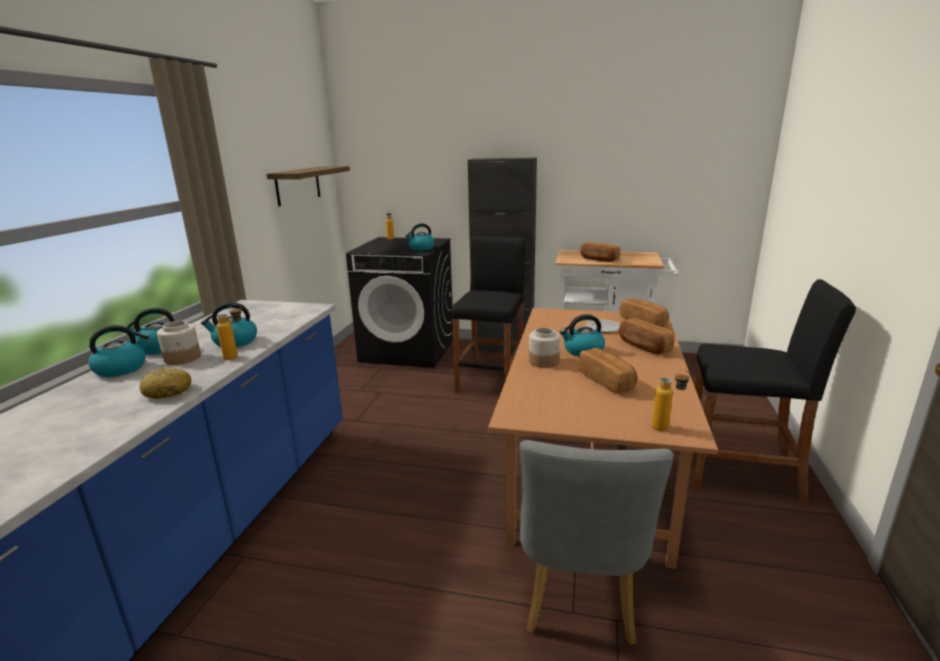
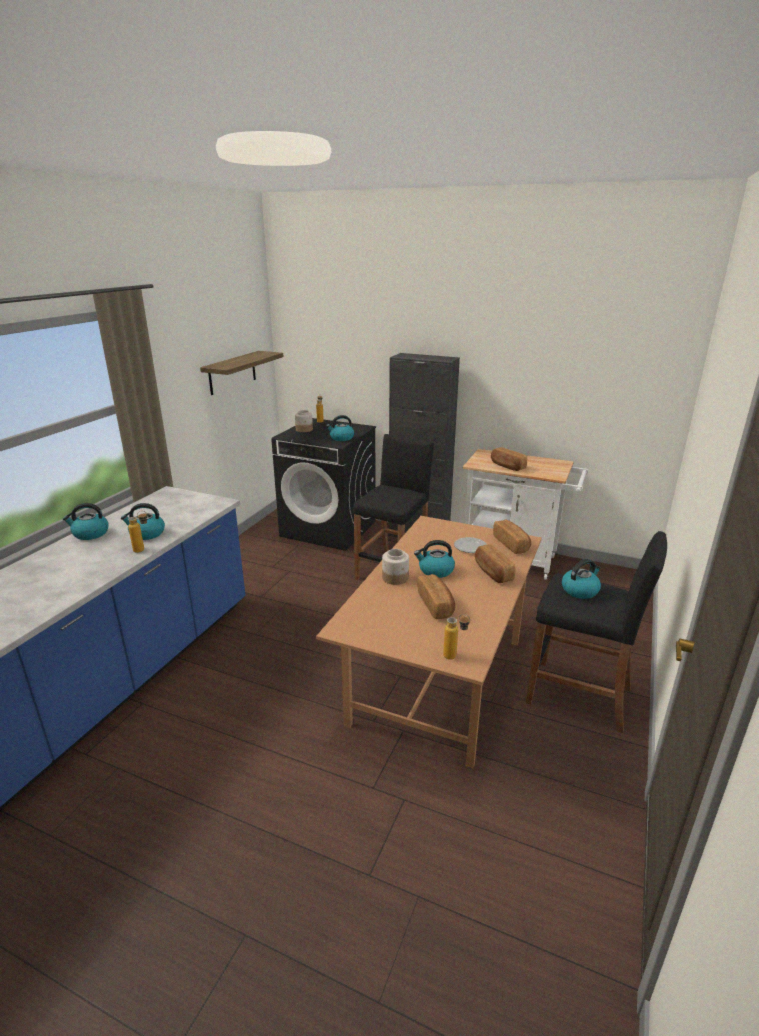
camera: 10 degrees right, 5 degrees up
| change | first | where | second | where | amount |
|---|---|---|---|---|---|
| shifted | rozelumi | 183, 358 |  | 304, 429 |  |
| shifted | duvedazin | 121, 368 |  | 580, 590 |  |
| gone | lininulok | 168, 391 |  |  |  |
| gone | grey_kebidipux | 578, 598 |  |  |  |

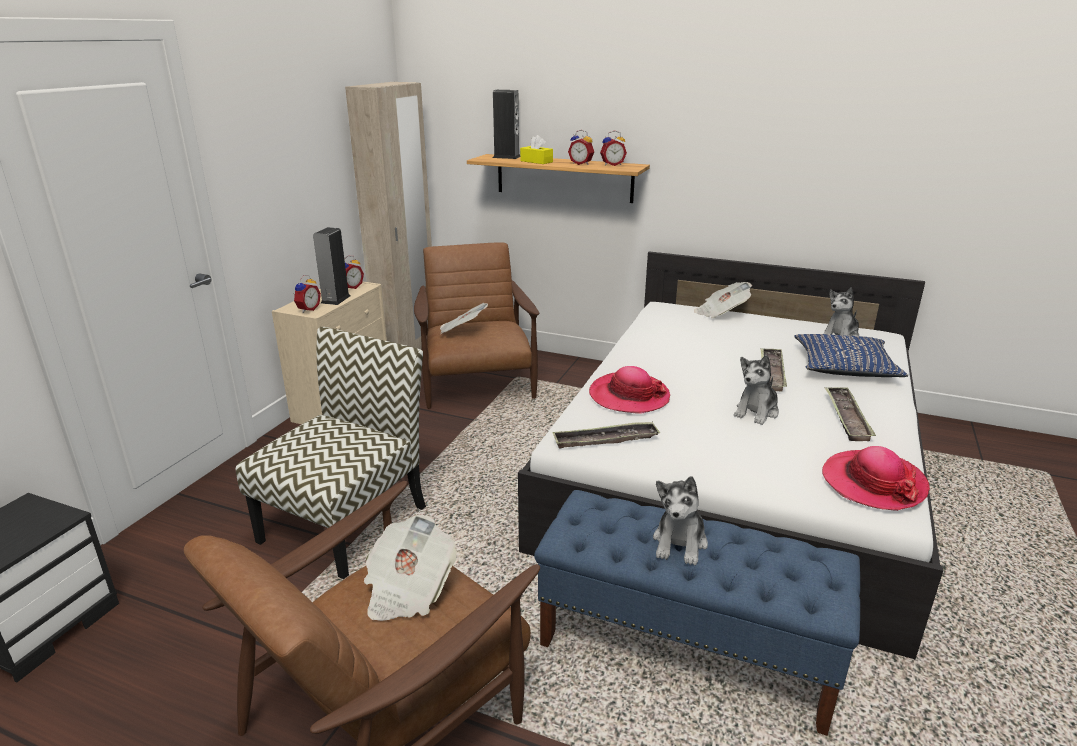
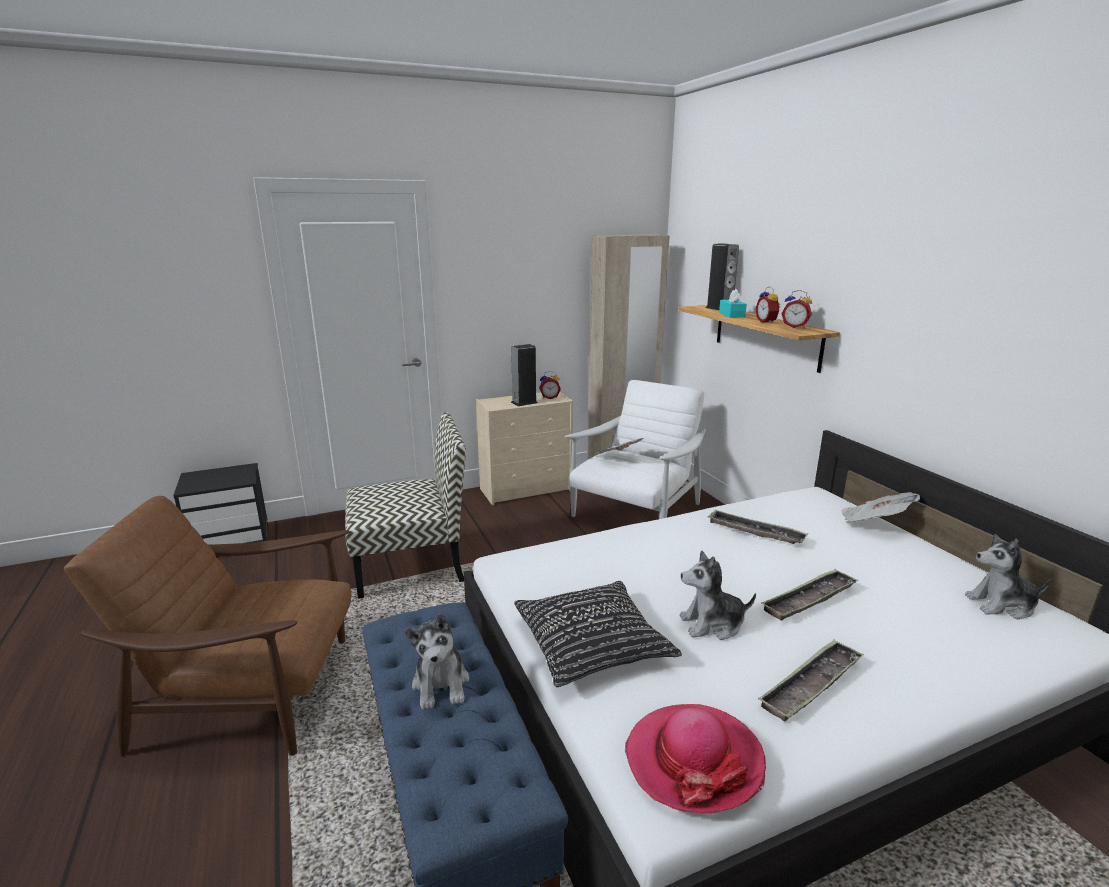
camera: 45 degrees right, 5 degrees down
| change | first | where | second | where | amount |
|---|---|---|---|---|---|
| rotated | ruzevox | 680, 543 |  | 441, 684 | 75 degrees counterclockwise |
| new |  |  | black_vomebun | 592, 643 |  |
| repainted | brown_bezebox | 477, 382 | white_bezebox | 636, 512 |  |
| shifted | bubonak | 605, 440 |  | 755, 532 |  |
| repainted | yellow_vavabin | 536, 161 | turquoise_vavabin | 731, 315 |  |
| gone | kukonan | 307, 309 |  |  |  |
| gone | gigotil | 408, 589 |  |  |  |
| gone | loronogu | 629, 396 |  |  |  |
| gone | blue_vomebun | 844, 366 |  |  |  |

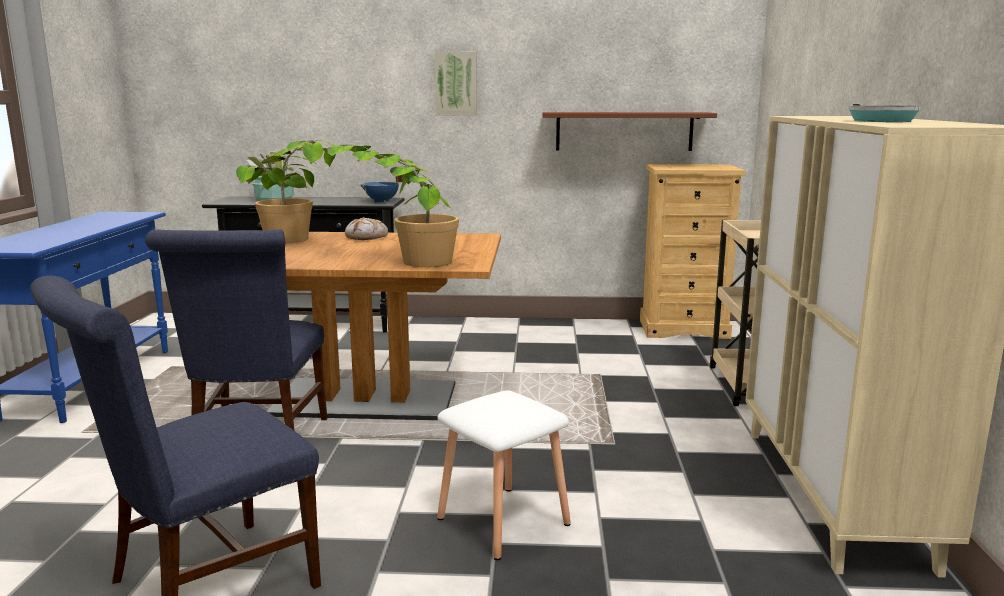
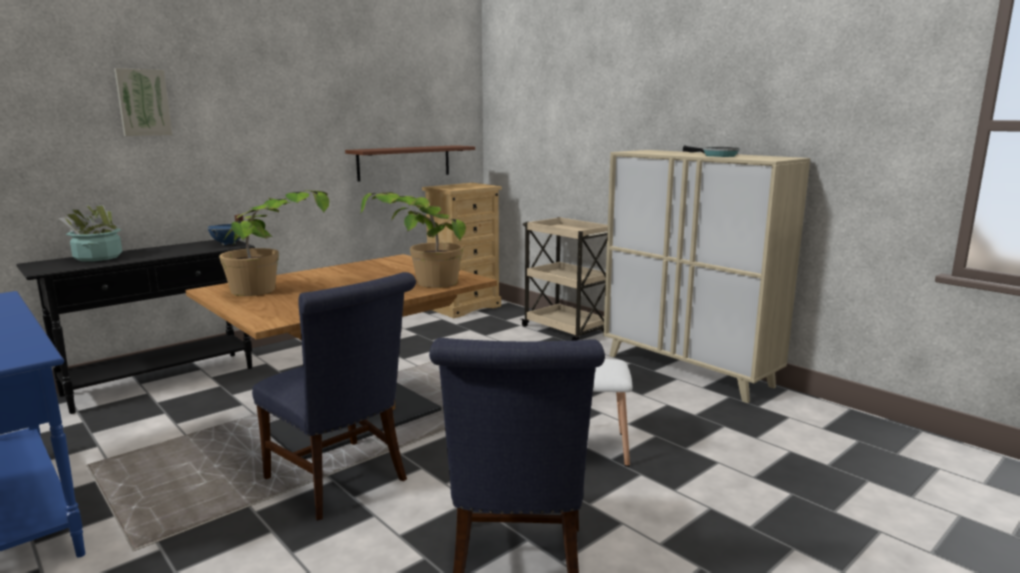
camera: 45 degrees left, 0 degrees up
| change | first | where | second | where | amount |
|---|---|---|---|---|---|
| shifted | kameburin | 456, 83 |  | 143, 102 |  |
| gone | lininulok | 367, 237 |  |  |  |

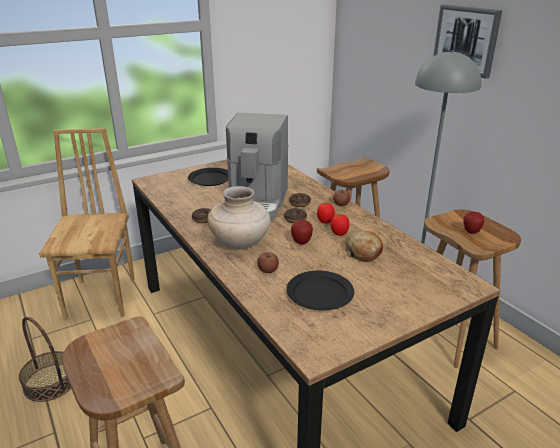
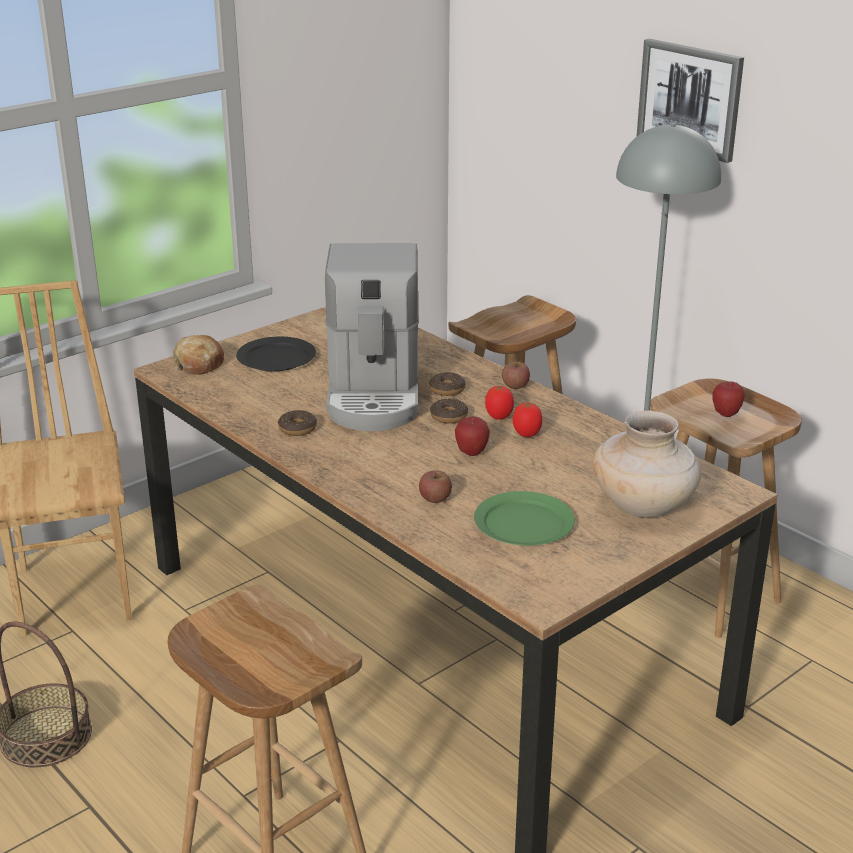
camera: 10 degrees left, 0 degrees up
| change | first | where | second | where | amount |
|---|---|---|---|---|---|
| shifted | lininulok | 363, 252 |  | 199, 364 |  |
| repainted | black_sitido | 319, 293 | green_sitido | 523, 523 |  |
| shifted | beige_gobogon | 240, 243 |  | 643, 507 |  |

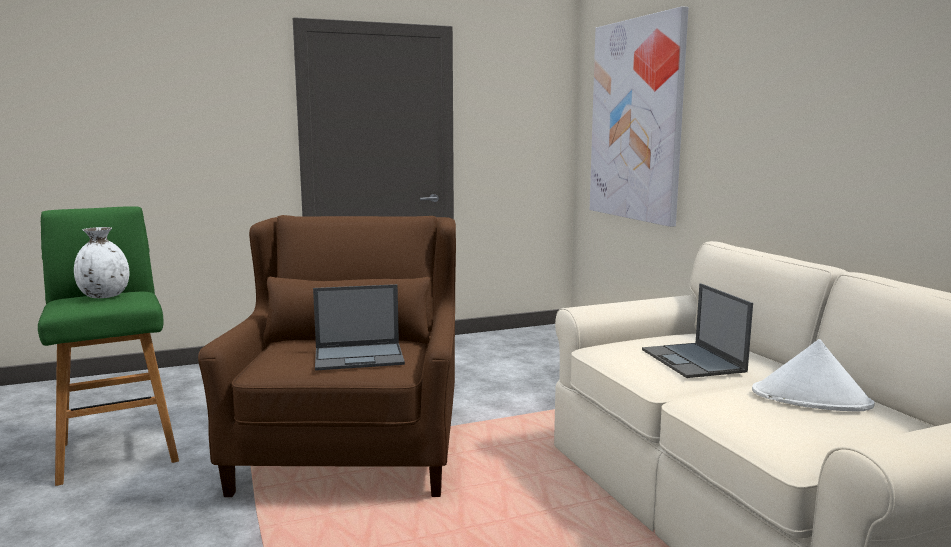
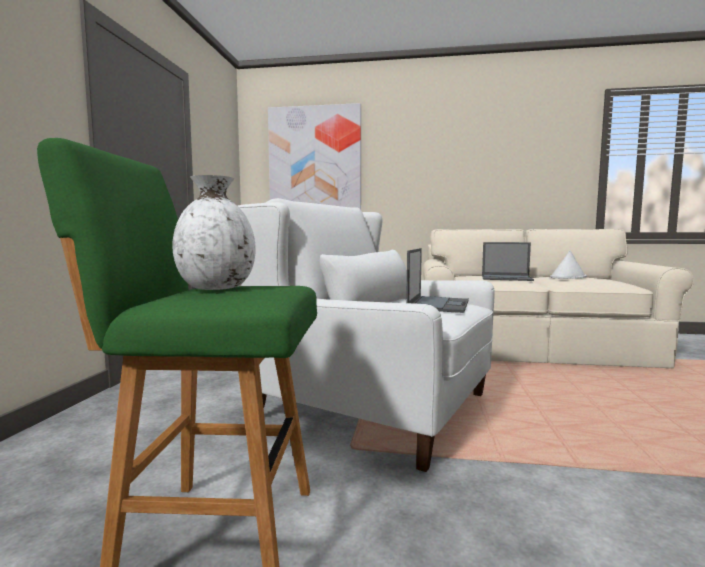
camera: 60 degrees left, 5 degrees down
| change | first | where | second | where | amount |
|---|---|---|---|---|---|
| repainted | brown_bezebox | 352, 448 | white_bezebox | 374, 406 |  |

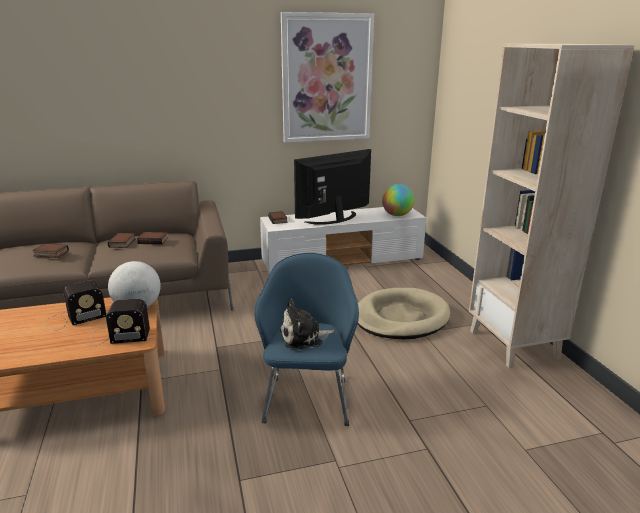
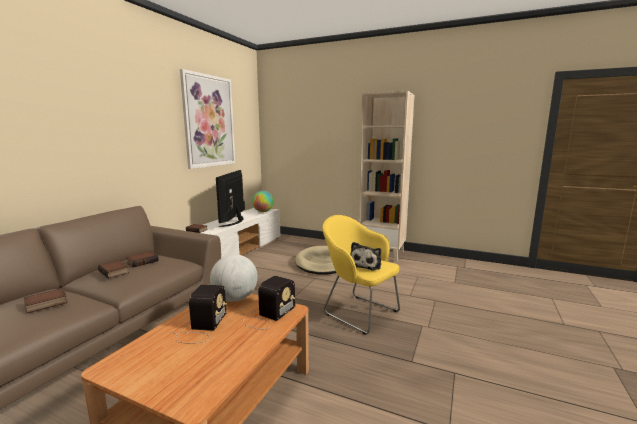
camera: 50 degrees left, 10 degrees down
| change | first | where | second | where | amount |
|---|---|---|---|---|---|
| repainted | blue_bezebox | 308, 396 | yellow_bezebox | 358, 312 |  |

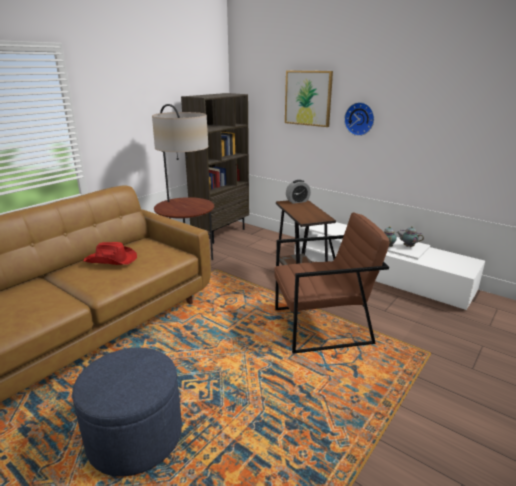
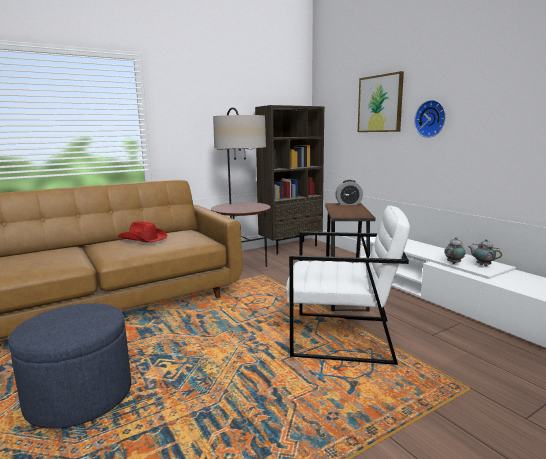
camera: 20 degrees right, 10 degrees down
| change | first | where | second | where | amount |
|---|---|---|---|---|---|
| repainted | brown_bezebox | 322, 326 | white_bezebox | 342, 337 |  |

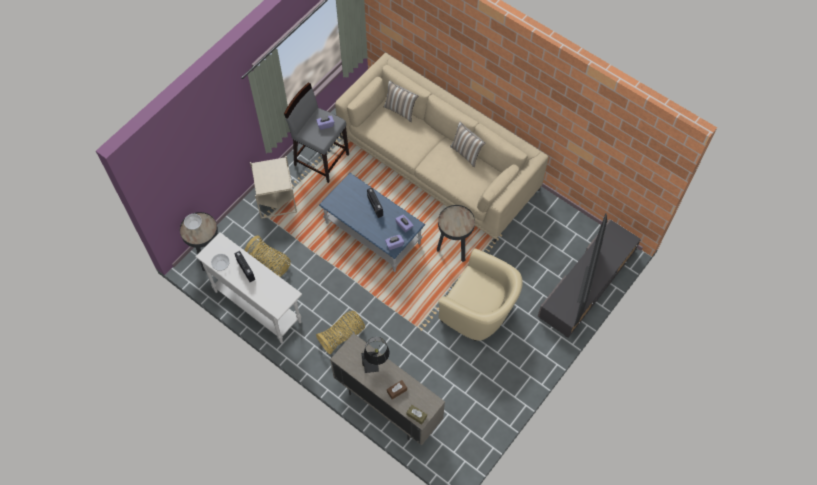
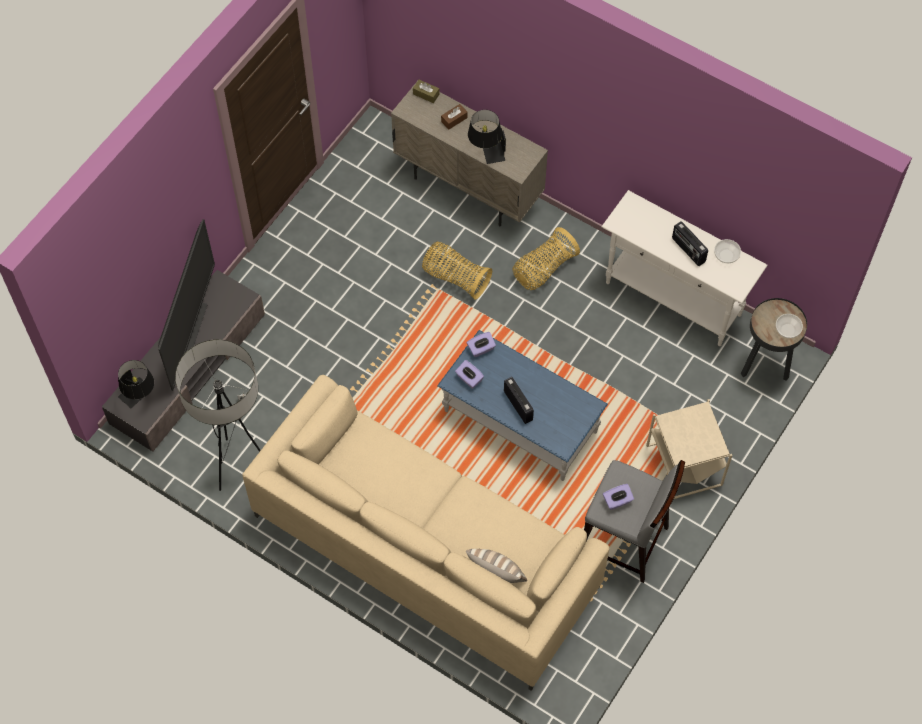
camera: 175 degrees right, 0 degrees up
| change | first | where | second | where | amount |
|---|---|---|---|---|---|
| new |  |  | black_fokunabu | 140, 396 |  |
| new |  |  | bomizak | 240, 464 |  |
| shifted | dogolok | 270, 262 |  | 455, 277 |  |
| gone | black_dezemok | 454, 249 |  |  |  |
| gone | beige_bezebox | 479, 312 |  |  |  |
| gone | vomebun | 466, 153 |  |  |  |

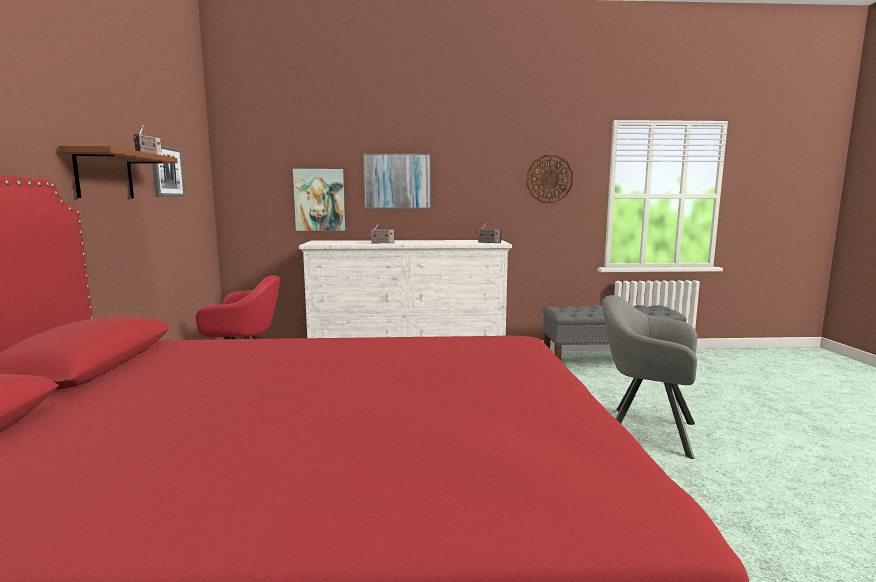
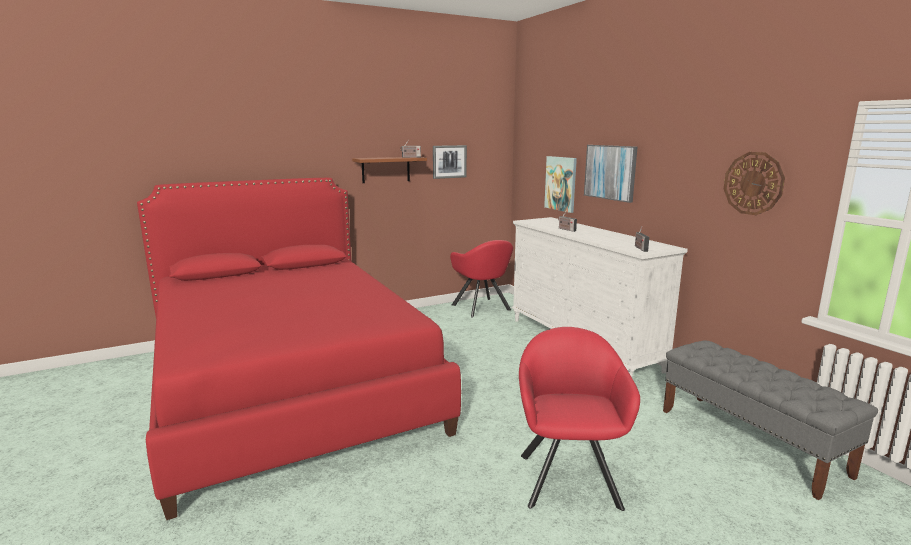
camera: 65 degrees right, 5 degrees up
| change | first | where | second | where | amount |
|---|---|---|---|---|---|
| repainted | grey_bezebox | 644, 429 | red_bezebox | 568, 476 |  |

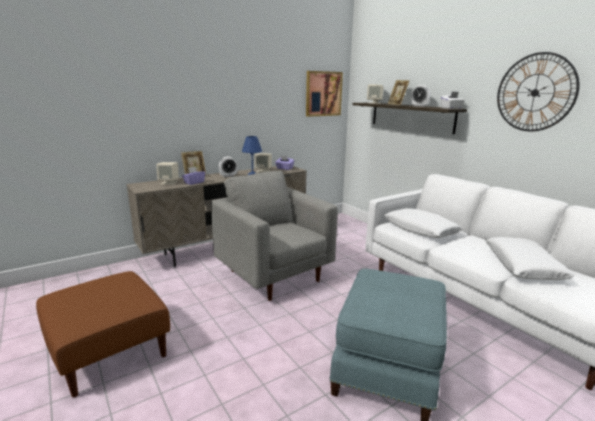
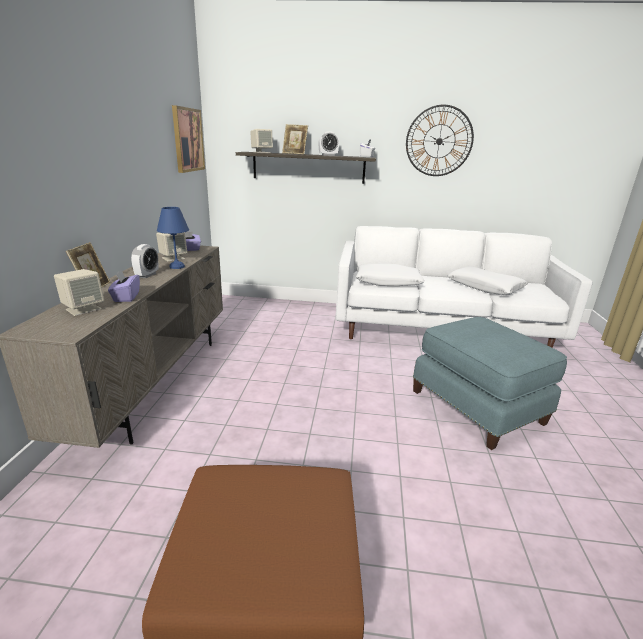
camera: 50 degrees left, 5 degrees up
| change | first | where | second | where | amount |
|---|---|---|---|---|---|
| gone | grey_bezebox | 274, 275 |  |  |  |

